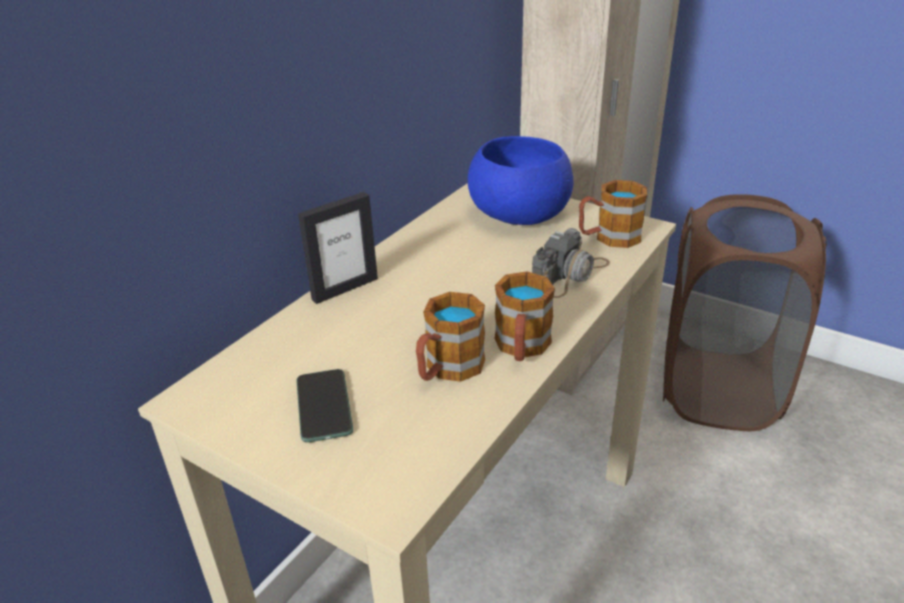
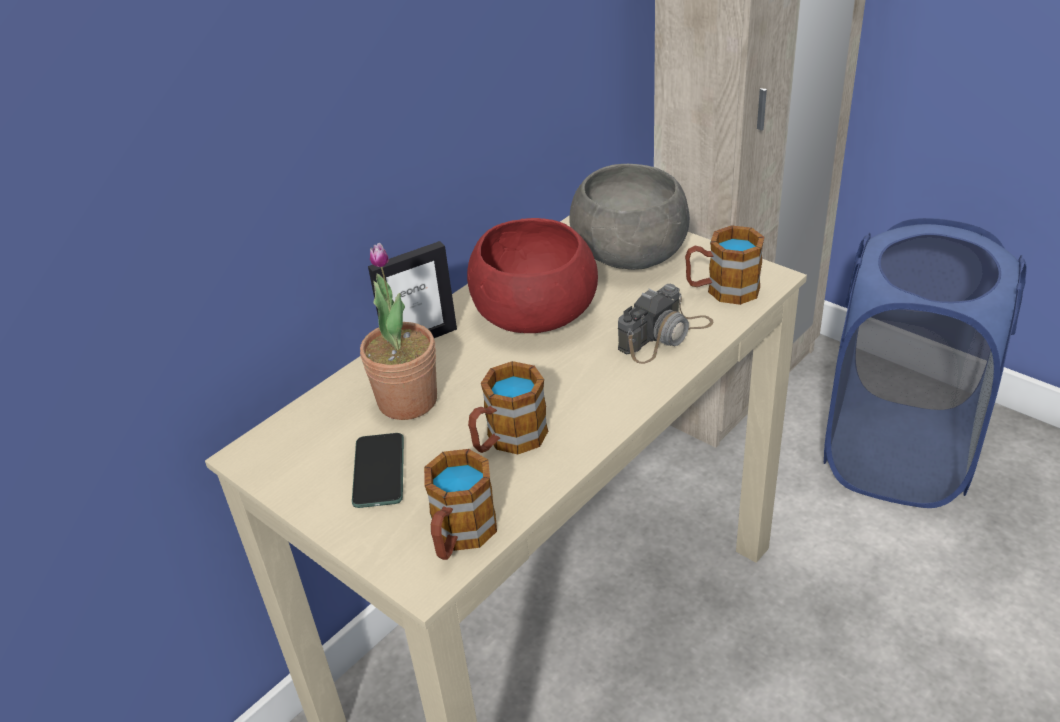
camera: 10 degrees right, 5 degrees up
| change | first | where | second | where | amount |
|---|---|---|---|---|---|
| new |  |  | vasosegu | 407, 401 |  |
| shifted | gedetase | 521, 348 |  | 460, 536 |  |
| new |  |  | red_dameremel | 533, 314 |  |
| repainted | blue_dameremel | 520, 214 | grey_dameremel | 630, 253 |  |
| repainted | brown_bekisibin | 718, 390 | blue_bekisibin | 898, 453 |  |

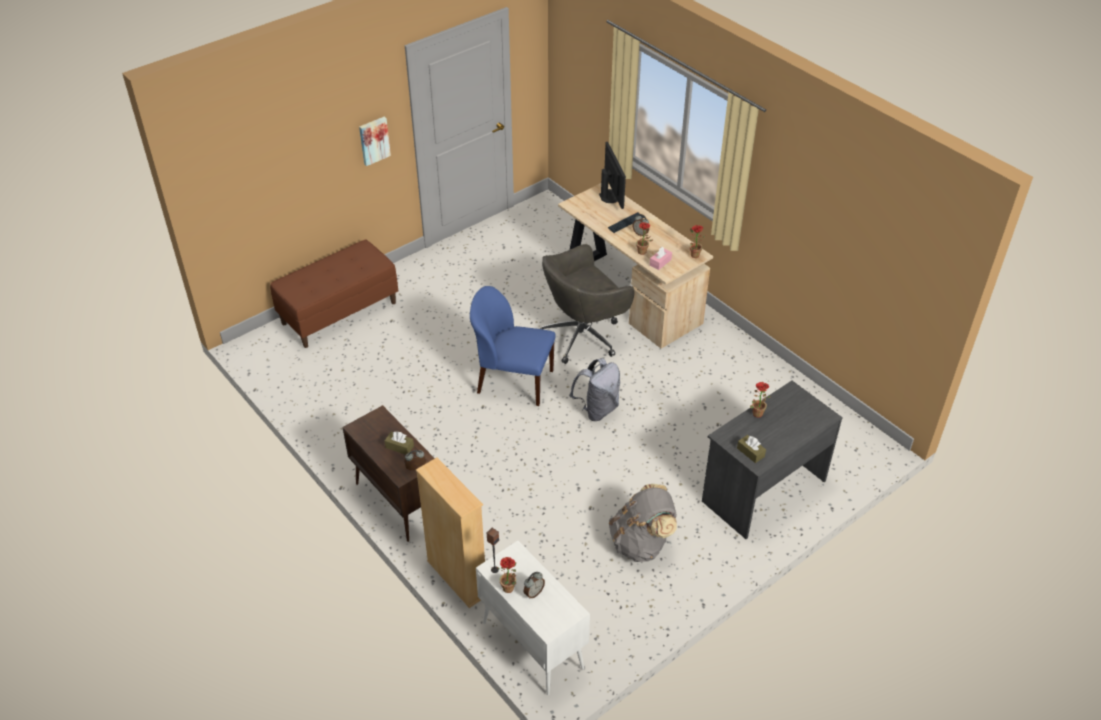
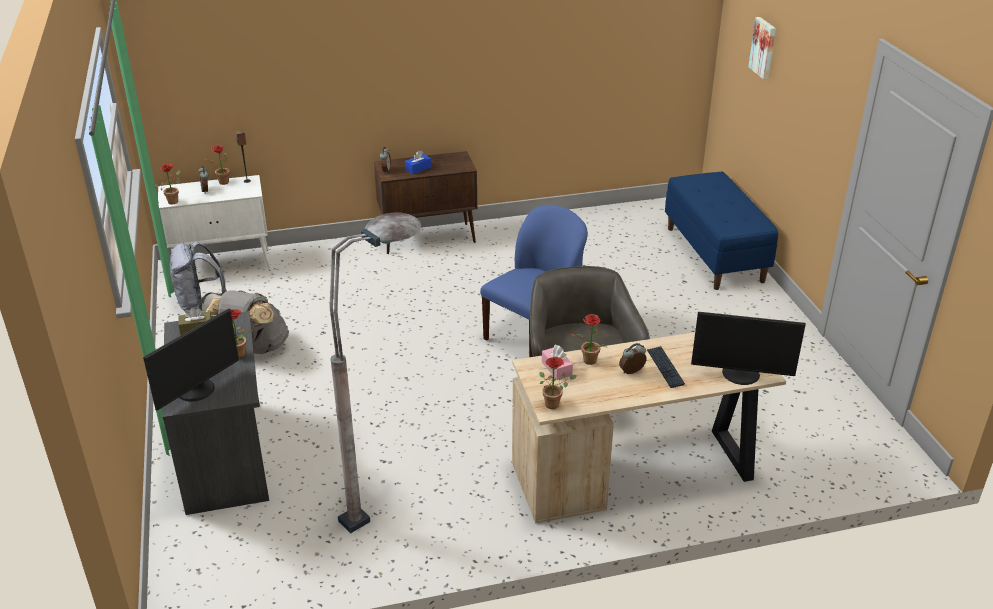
camera: 115 degrees right, 10 degrees down
| change | first | where | second | where | amount |
|---|---|---|---|---|---|
| new |  |  | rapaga | 197, 390 |  |
| new |  |  | vasosegu | 174, 201 |  |
| shifted | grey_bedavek | 597, 409 |  | 200, 305 |  |
| new |  |  | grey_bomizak | 394, 499 |  |
| repainted | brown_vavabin | 399, 447 | blue_vavabin | 418, 168 |  |
| repainted | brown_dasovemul | 339, 312 | blue_dasovemul | 715, 254 |  |
| shifted | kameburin | 374, 140 |  | 764, 47 |  |
| gone | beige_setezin | 457, 578 |  |  |  |

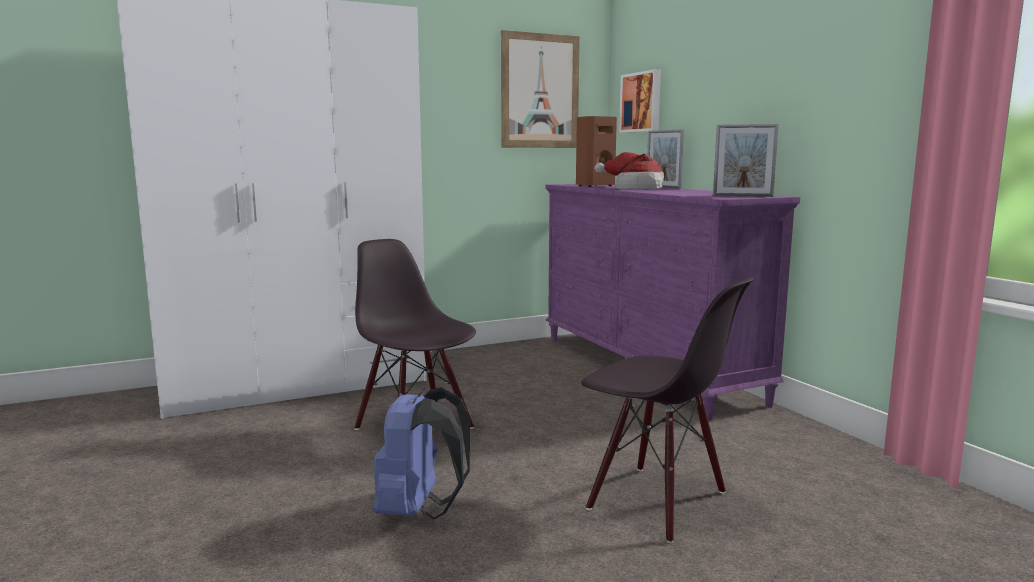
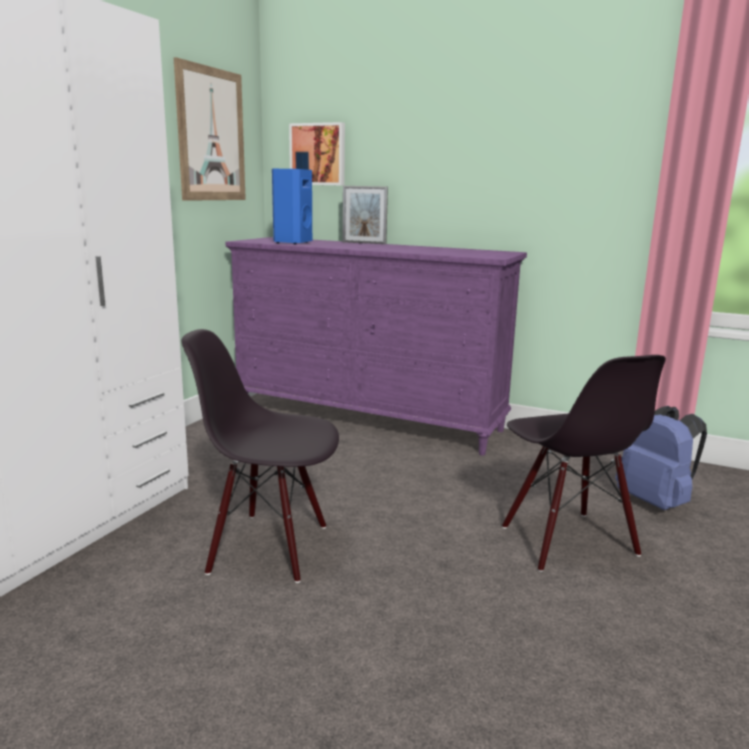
camera: 40 degrees left, 5 degrees up
| change | first | where | second | where | amount |
|---|---|---|---|---|---|
| repainted | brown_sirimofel | 594, 186 | blue_sirimofel | 291, 243 |  |
| rotated | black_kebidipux | 656, 501 |  | 567, 541 | 75 degrees clockwise |
| shifted | blue_bedavek | 419, 510 |  | 656, 502 |  |
| gone | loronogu | 635, 188 |  |  |  |
| gone | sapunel | 742, 196 |  |  |  |

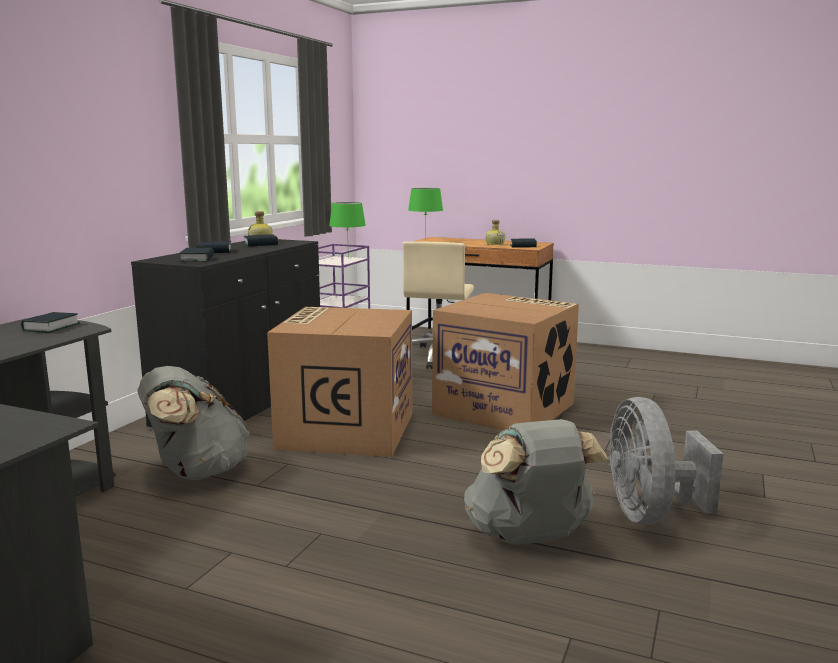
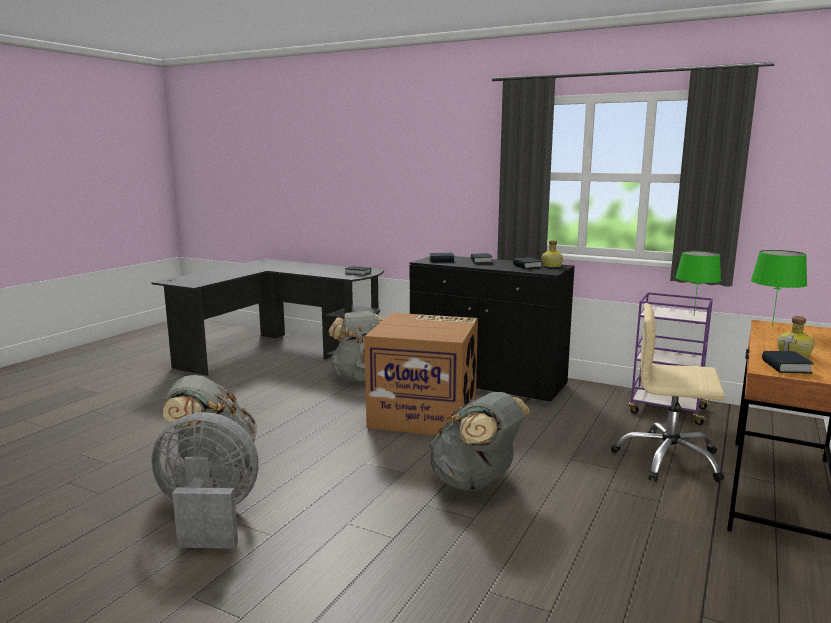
camera: 95 degrees right, 0 degrees up
| change | first | where | second | where | amount |
|---|---|---|---|---|---|
| swapped | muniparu | 506, 409 | grey_bedavek | 475, 483 |  |

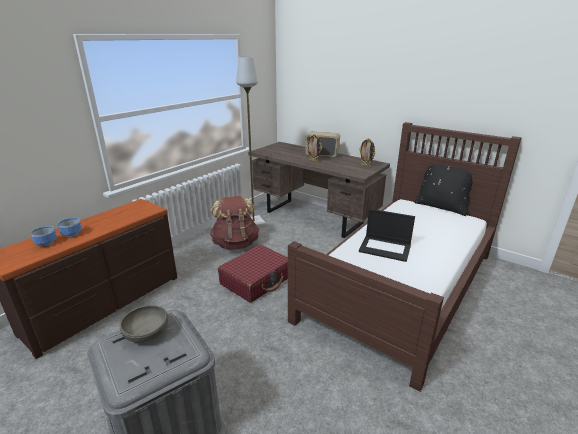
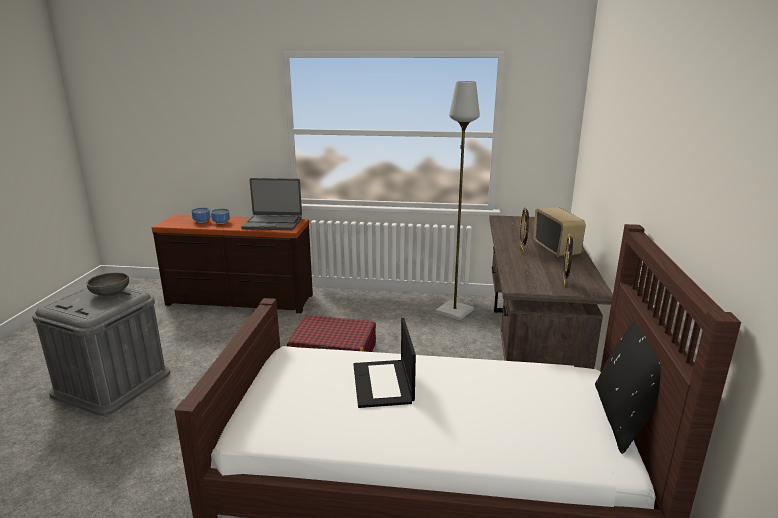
camera: 60 degrees right, 5 degrees down
| change | first | where | second | where | amount |
|---|---|---|---|---|---|
| new |  |  | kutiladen | 272, 223 |  |
| gone | brown_bedavek | 235, 244 |  |  |  |

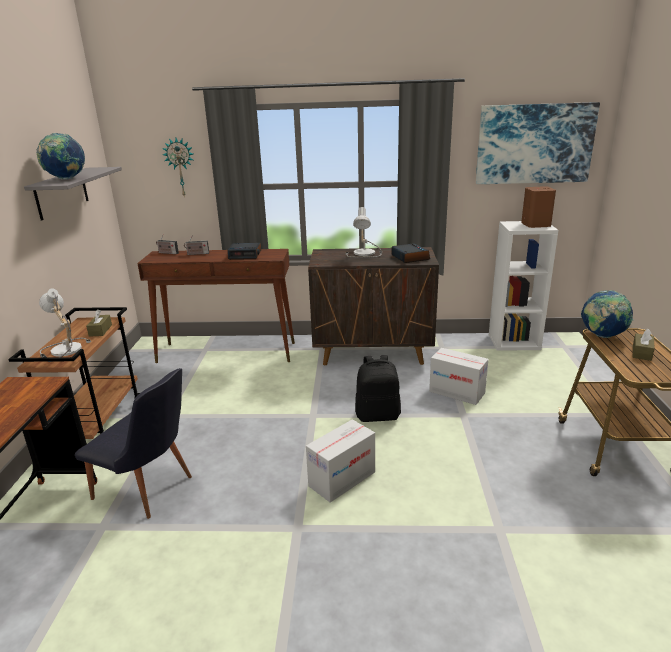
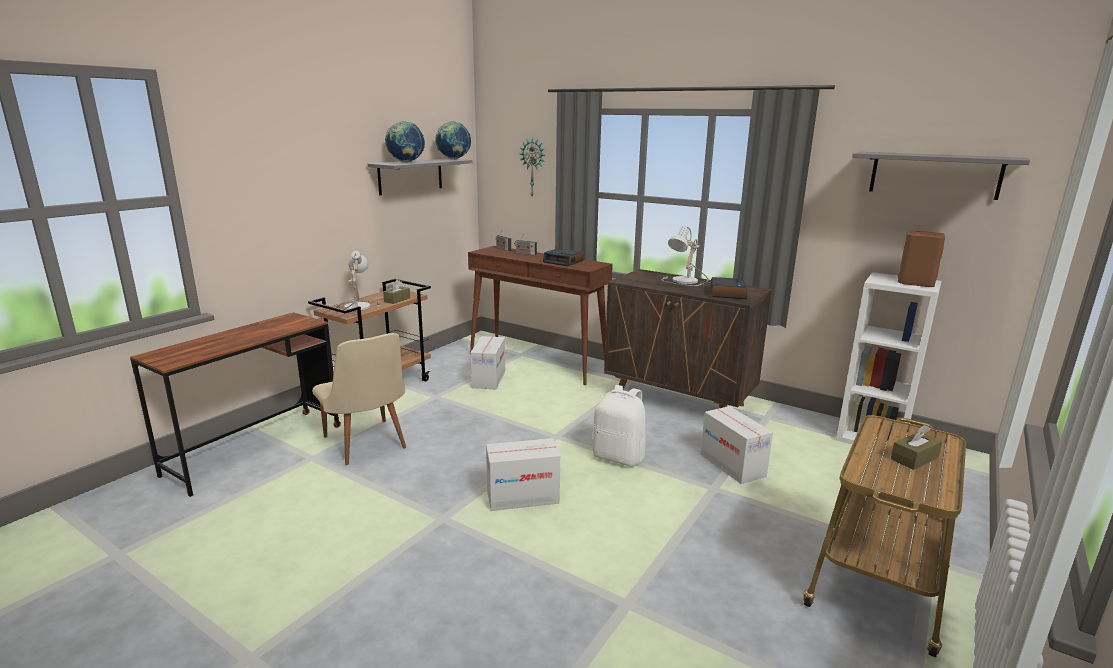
camera: 30 degrees right, 5 degrees down
| change | first | where | second | where | amount |
|---|---|---|---|---|---|
| repainted | black_kebidipux | 150, 490 | beige_kebidipux | 367, 446 |  |
| shifted | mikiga | 602, 336 |  | 453, 159 |  |
| new |  |  | muniparu | 489, 379 |  |
| repainted | black_bedavek | 378, 415 | white_bedavek | 619, 457 |  |
| swapped | kameburin | 534, 144 | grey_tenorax | 934, 175 |  |

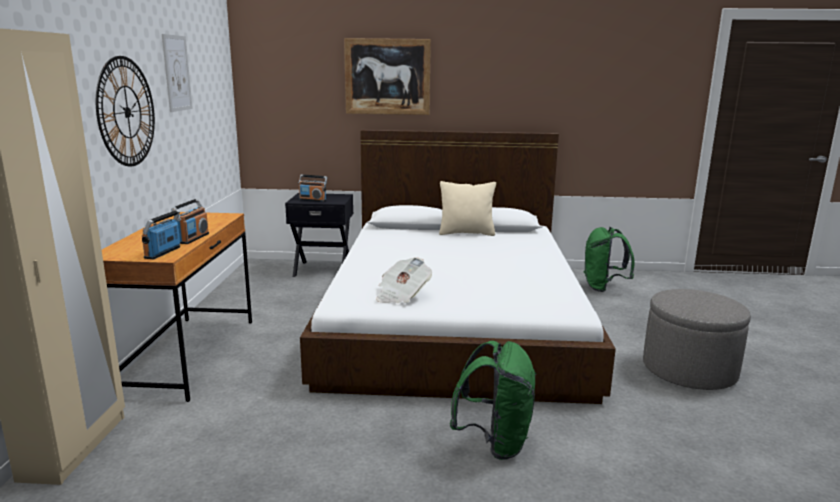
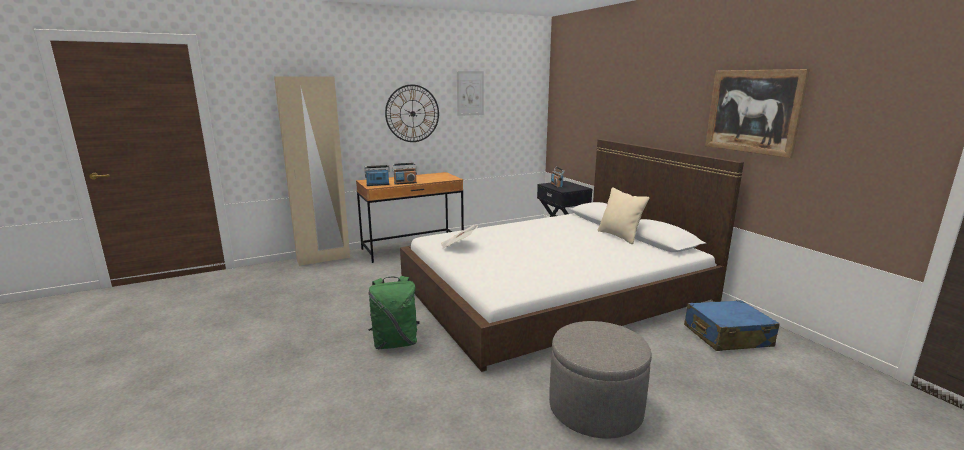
camera: 60 degrees right, 0 degrees up
| change | first | where | second | where | amount |
|---|---|---|---|---|---|
| swapped | green_bedavek | 603, 288 | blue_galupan | 727, 336 |  |
| shifted | kameburin | 387, 77 |  | 752, 111 |  |

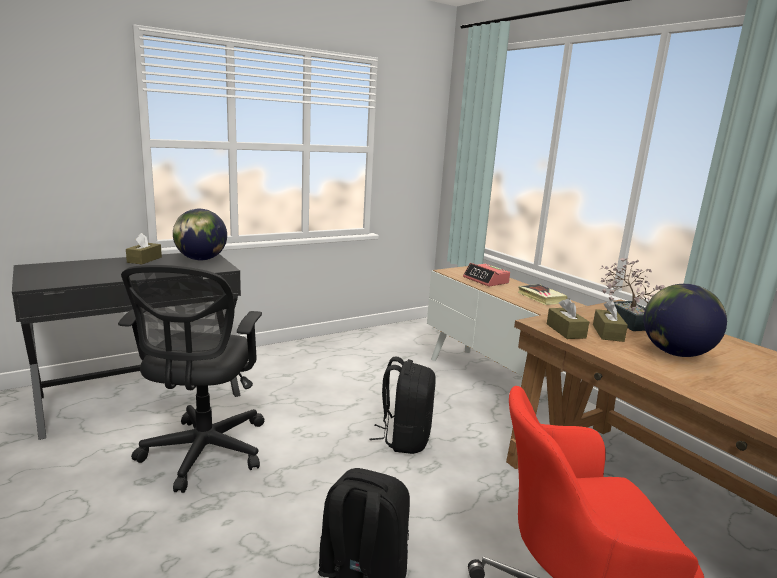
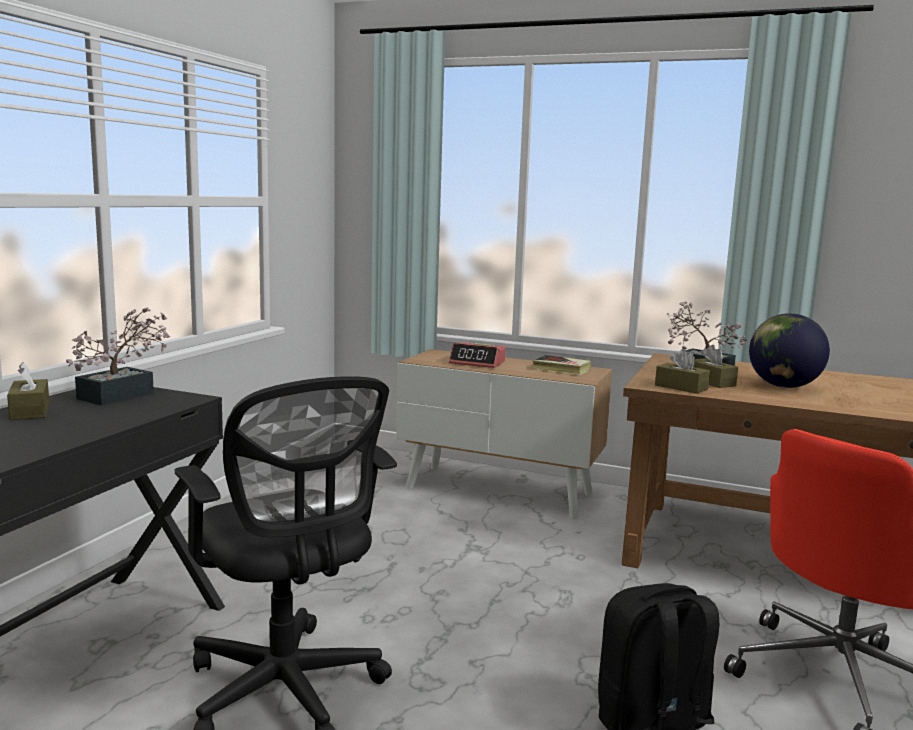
camera: 35 degrees left, 5 degrees down
| change | first | where | second | where | amount |
|---|---|---|---|---|---|
| swapped | mikiga | 201, 259 | vasosegu | 123, 394 |  |
| gone | black_bedavek | 404, 439 |  |  |  |

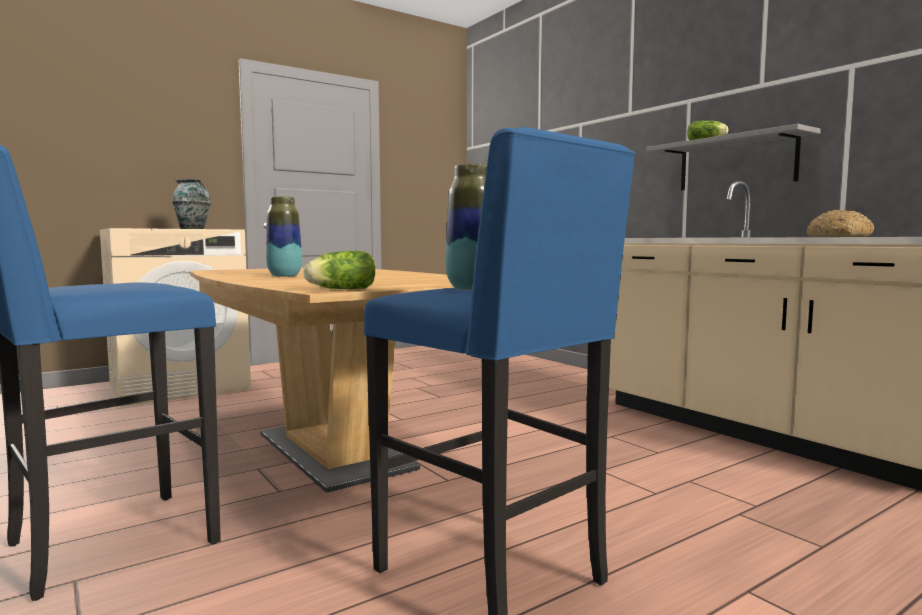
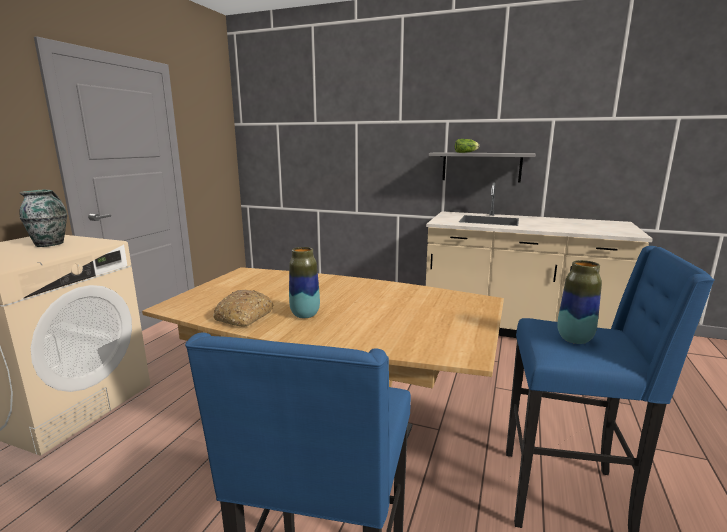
camera: 35 degrees left, 10 degrees up
| change | first | where | second | where | amount |
|---|---|---|---|---|---|
| shifted | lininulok | 839, 237 |  | 244, 317 |  |
| gone | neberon | 339, 289 |  |  |  |

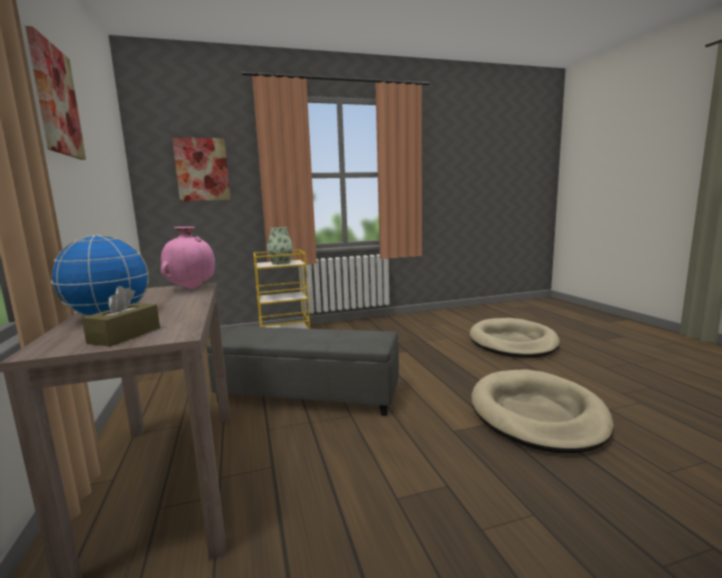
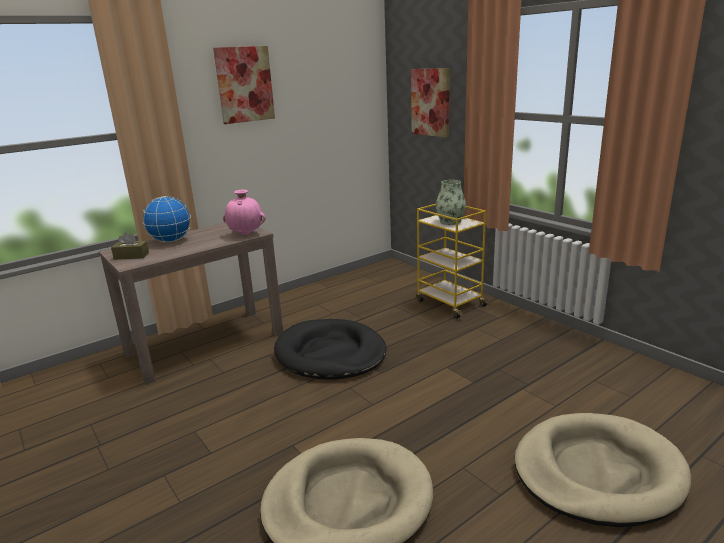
camera: 70 degrees right, 10 degrees up
| change | first | where | second | where | amount |
|---|---|---|---|---|---|
| swapped | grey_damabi | 308, 394 | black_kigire | 330, 354 |  |

